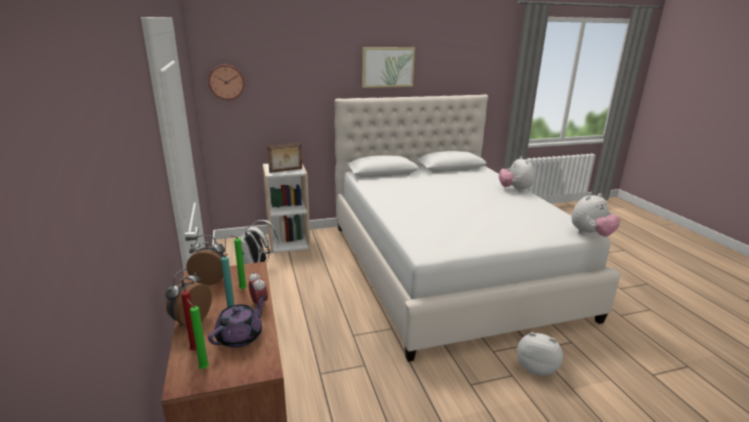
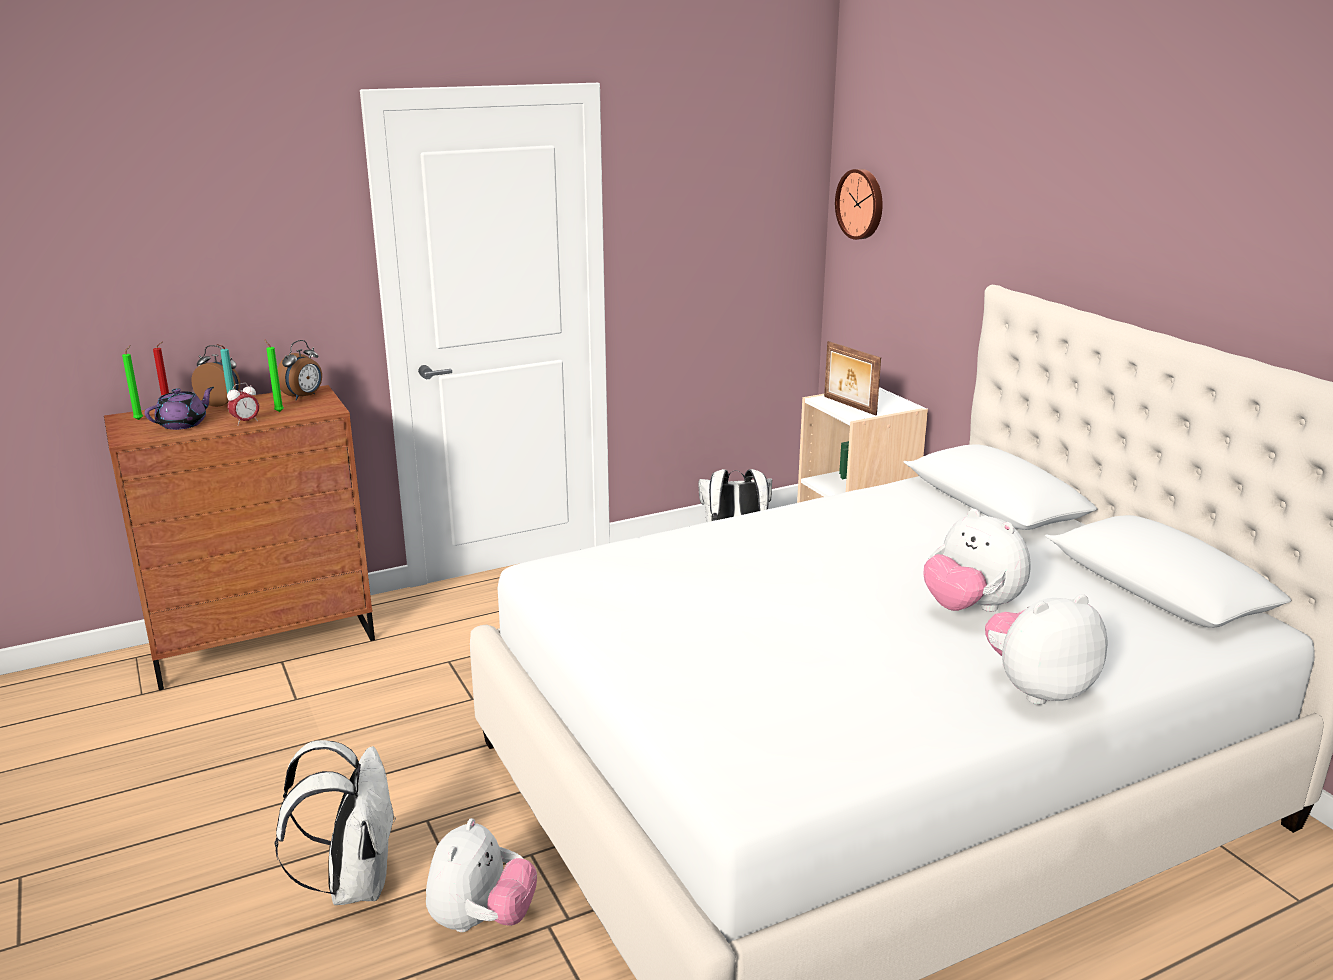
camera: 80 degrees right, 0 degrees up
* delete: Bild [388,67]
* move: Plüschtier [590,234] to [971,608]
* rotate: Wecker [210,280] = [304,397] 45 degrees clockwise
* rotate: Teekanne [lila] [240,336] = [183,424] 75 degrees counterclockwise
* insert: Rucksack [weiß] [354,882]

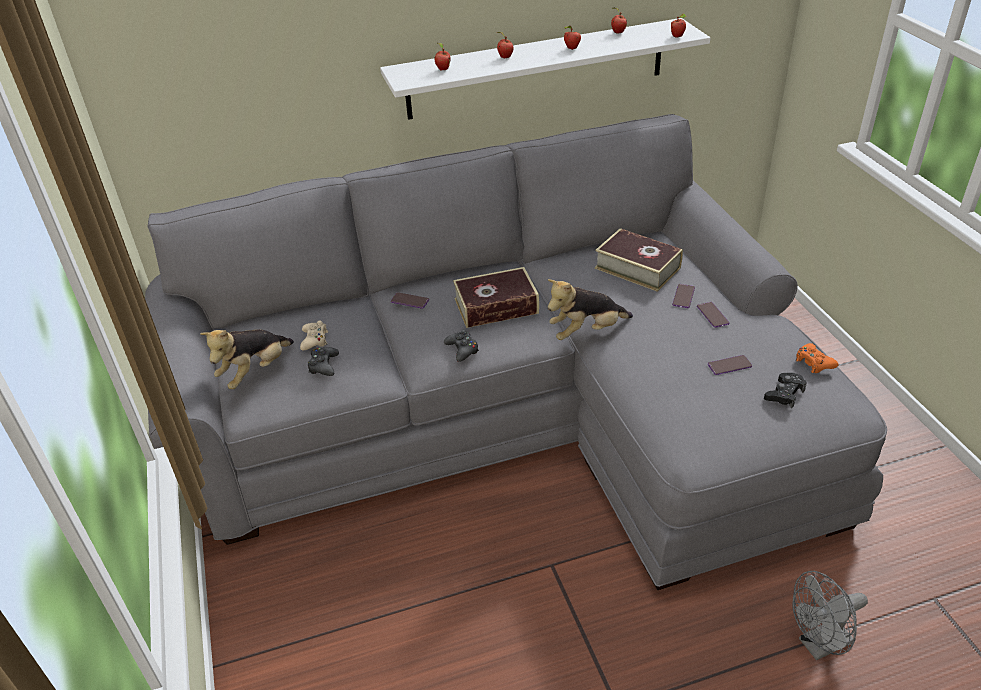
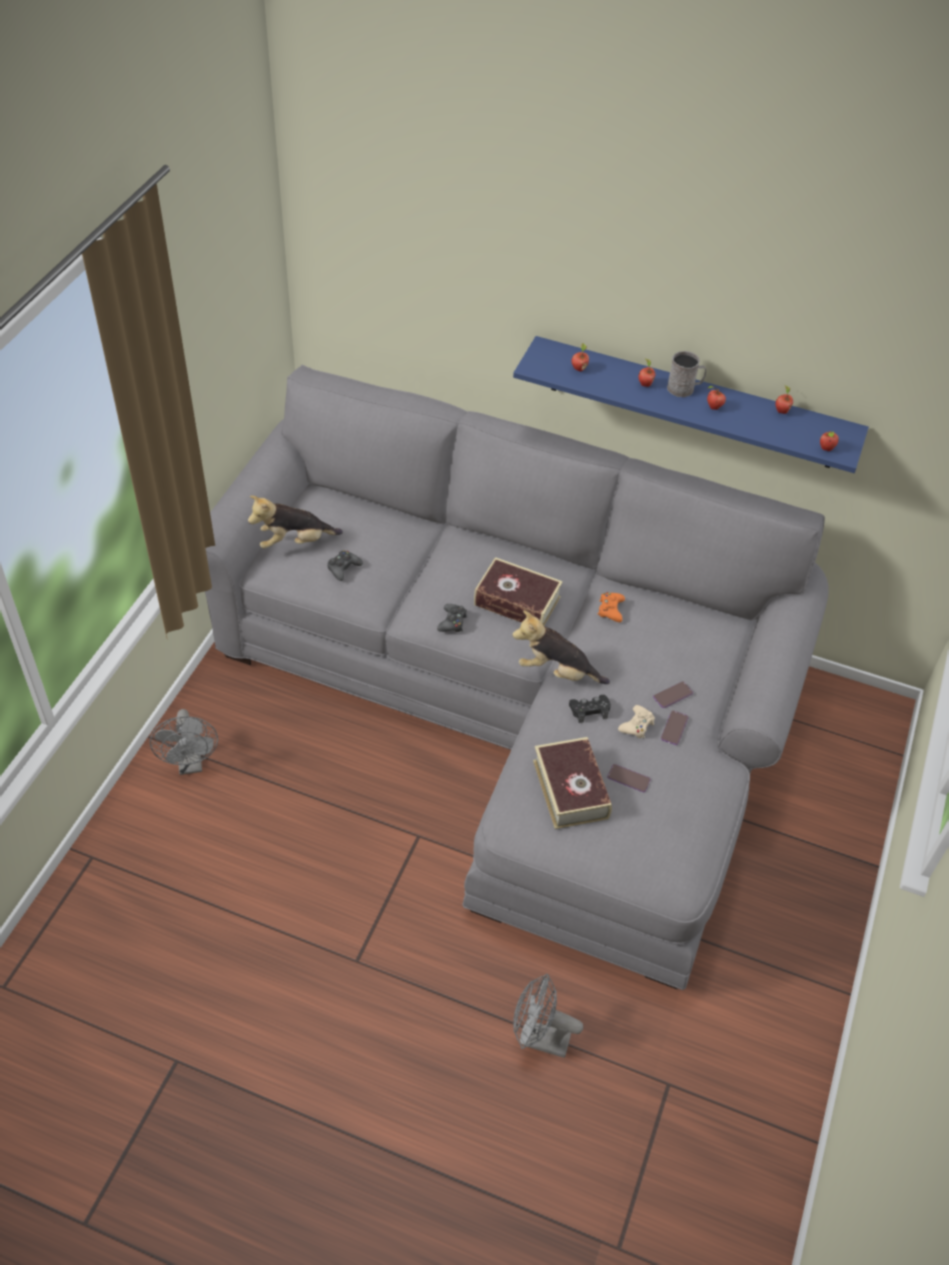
camera: 35 degrees right, 10 degrees up
* recolor: Wandregal [weiß] [536,69] to Wandregal [blau] [692,403]
* move: Buch [637,268] to [570,789]
* delete: Handy [410,301]
* move: Gamepad [beige] [314,340] to [637,725]
* move: Gamepad [orange] [814,362] to [610,610]
* move: Gamepad [schwarz] [784,394] to [589,710]
* insert: Henkelbecher [grau] [684,388]
* insert: Ventilator [grau] [191,764]

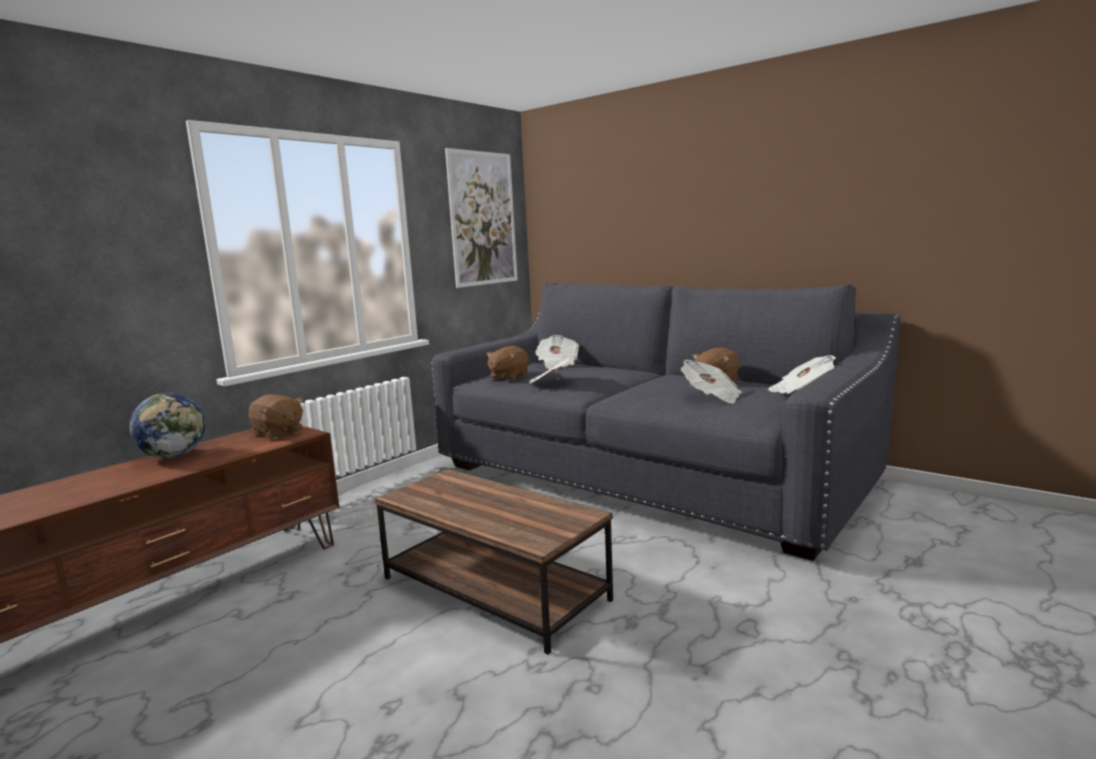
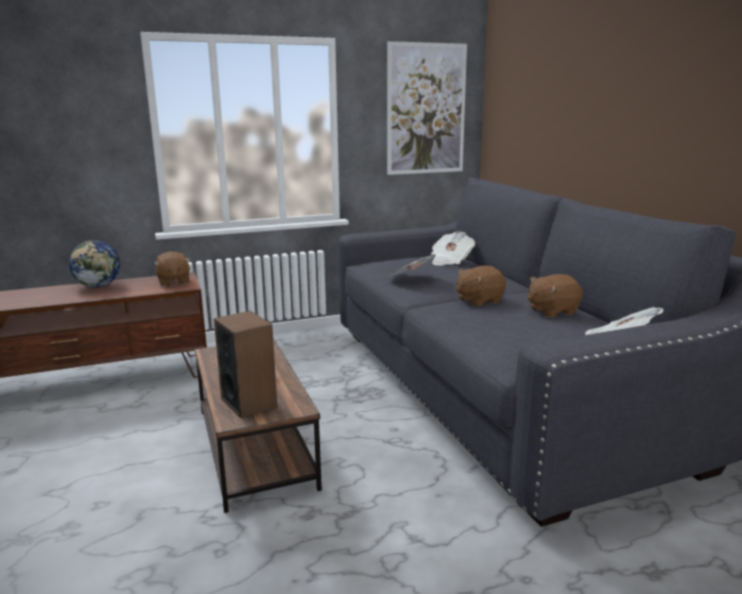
camera: 30 degrees right, 5 degrees up
* move: Plüschtier [braun] [508,377] to [479,301]
* delete: Zeitung [711,397]
* insert: Lautsprecher [249,402]

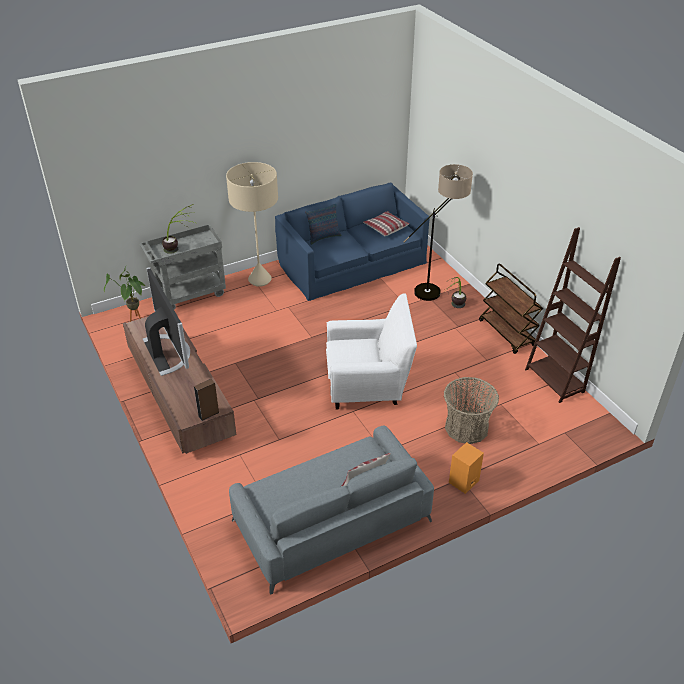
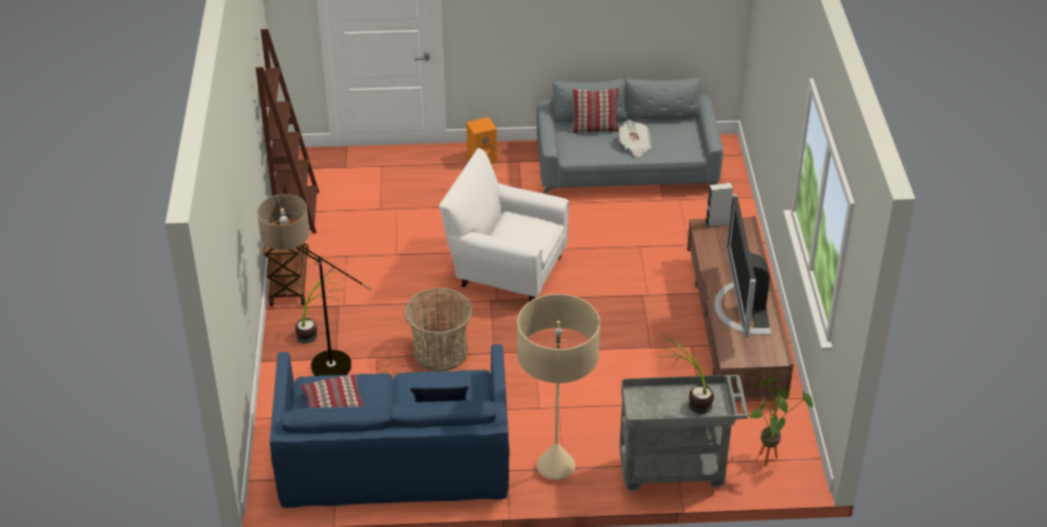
camera: 155 degrees left, 0 degrees up
* move: Korb [466,427] to [440,352]
* recolor: Lautsprecher [braun] [208,414] to Lautsprecher [grau] [717,223]
* insert: Zeitung [635,146]

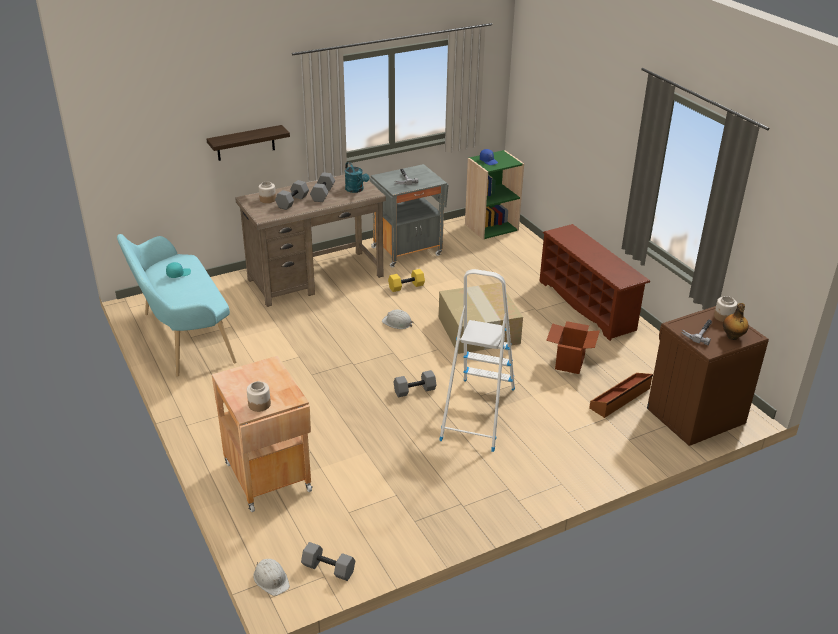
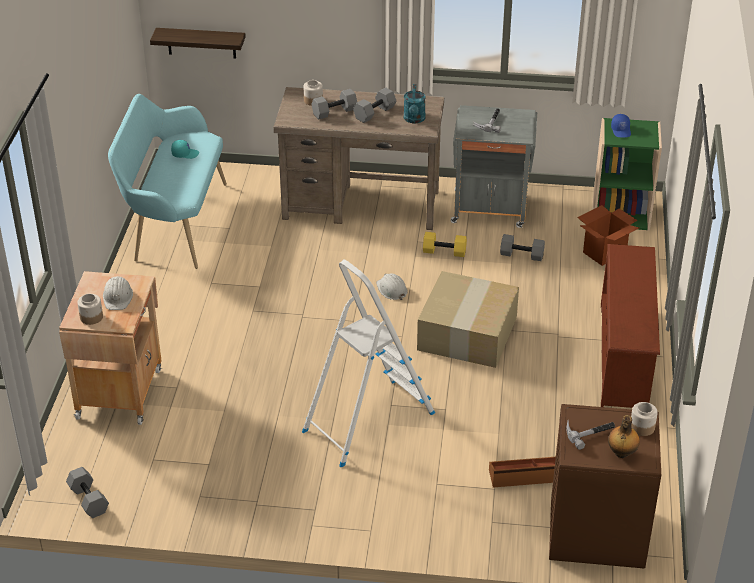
camera: 35 degrees right, 5 degrees up
* move: Wandregal [245,143] to [201,43]
* move: Karton [569,362] to [604,252]
* move: Hantel [grau] [415,390] to [522,254]
* move: Schutzhelm [weiß] [271,579] to [118,297]

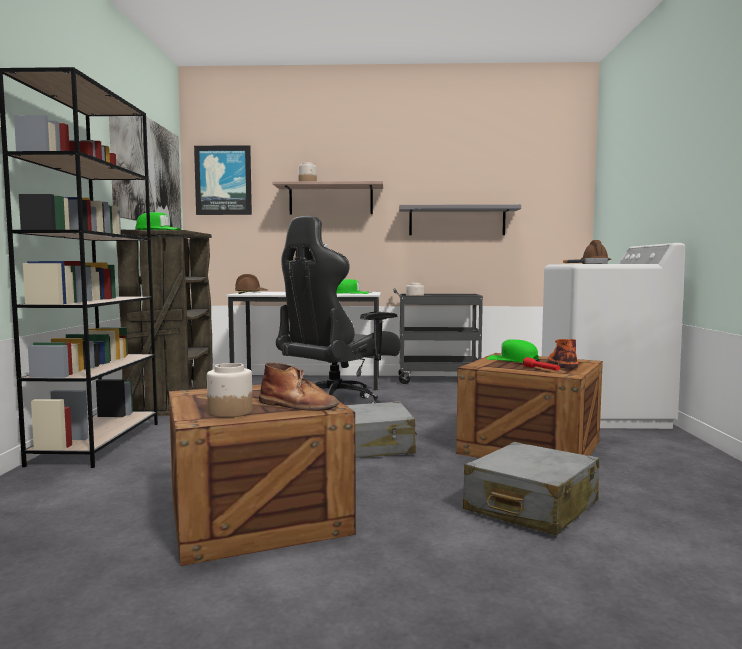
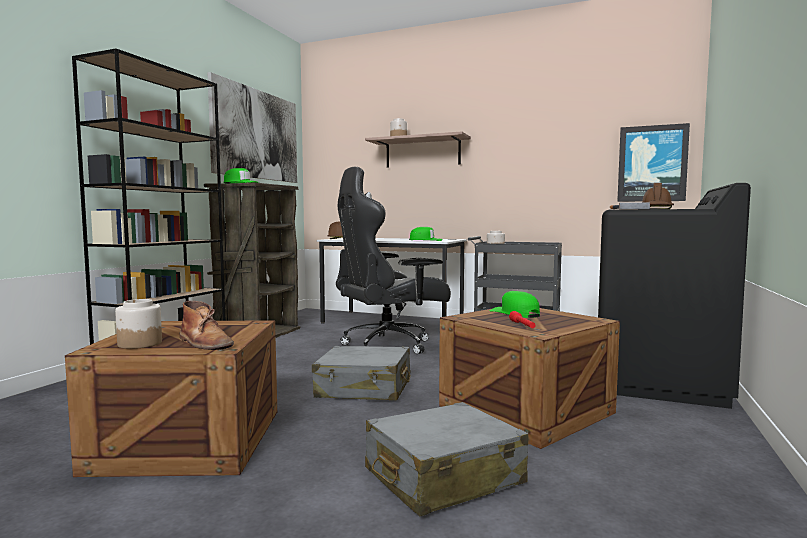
camera: 20 degrees right, 0 degrees up
* move: Bild [223,180] to [652,163]
* delete: Wandregal [grau] [457,221]
* recolor: Waschmaschine [weiß] [603,415] to Waschmaschine [schwarz] [657,383]
* delete: Stiefel [orange] [562,364]

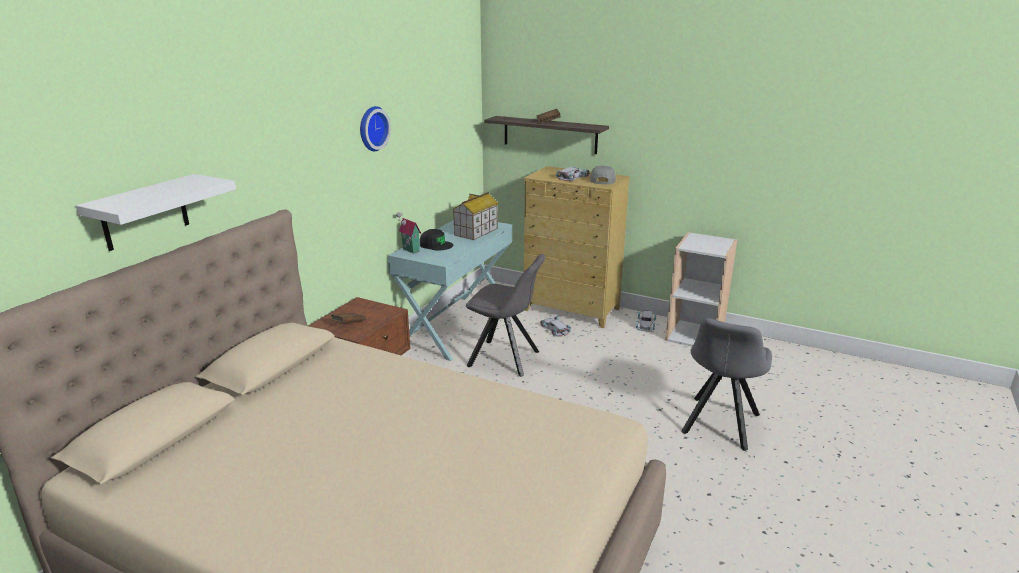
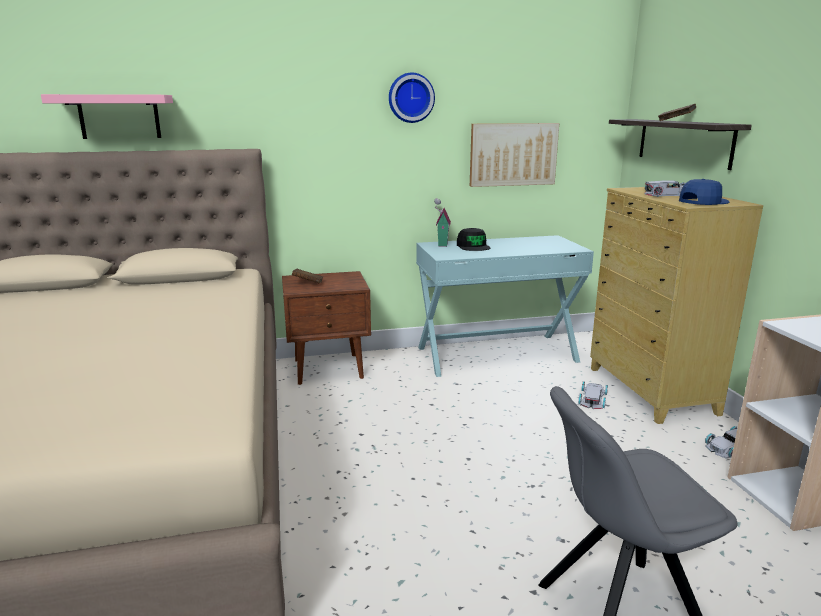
camera: 50 degrees right, 5 degrees down
* recolor: Kappe [grau] [602,180] to Kappe [blau] [703,201]
* recolor: Wandregal [weiß] [145,212] to Wandregal [rosa] [119,117]
* delete: Spielzeughaus [476,232]
* delete: Stuhl [grau] [504,358]
* insert: Bild [513,154]

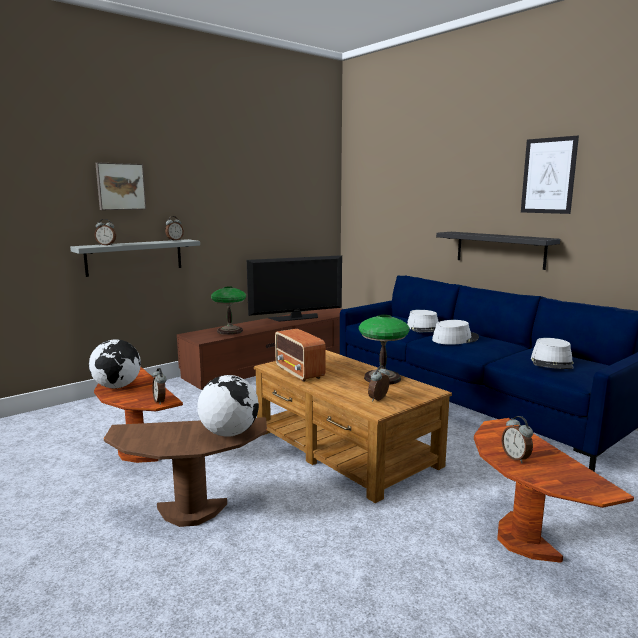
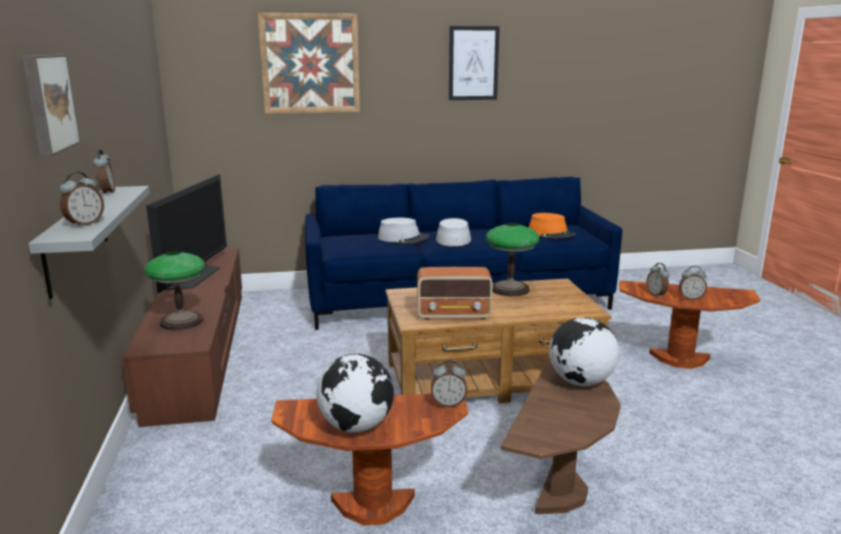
camera: 60 degrees left, 5 degrees up
* delete: Wandregal [schwarz] [500,249]
* recolor: Hut [grau] [552,362] to Hut [orange] [551,233]
* move: Wecker [379,399] to [656,294]
* insert: Bild [310,63]

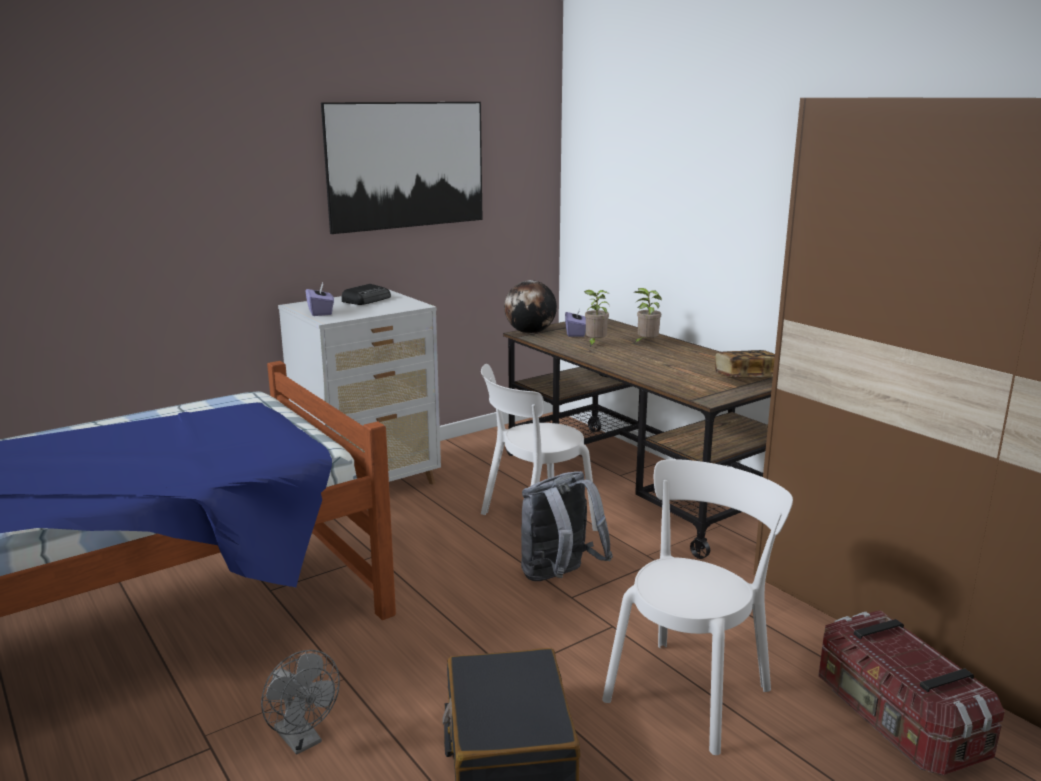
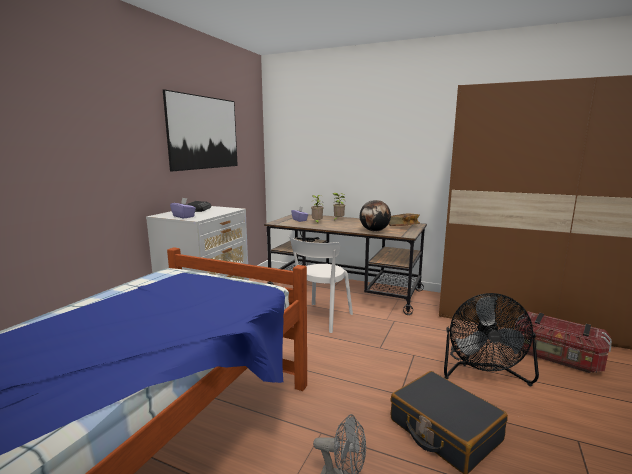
camera: 30 degrees left, 5 degrees down
* move: Globus [530,333] to [374,231]
* replace: Stuhl [weiß] [690,689] to Ventilator [schwarz] [479,372]
* delete: Rucksack [grau] [559,577]

